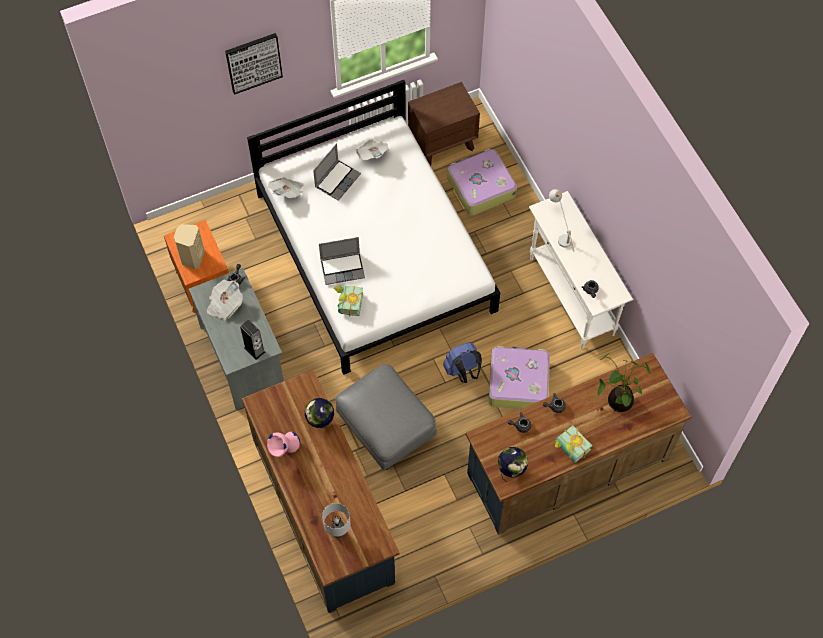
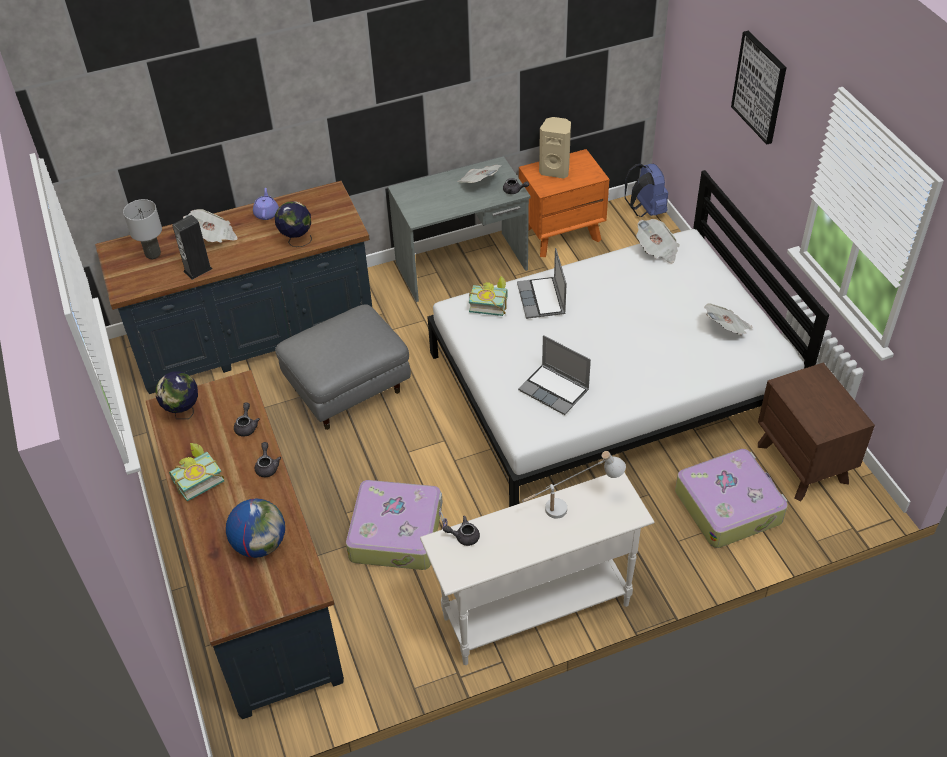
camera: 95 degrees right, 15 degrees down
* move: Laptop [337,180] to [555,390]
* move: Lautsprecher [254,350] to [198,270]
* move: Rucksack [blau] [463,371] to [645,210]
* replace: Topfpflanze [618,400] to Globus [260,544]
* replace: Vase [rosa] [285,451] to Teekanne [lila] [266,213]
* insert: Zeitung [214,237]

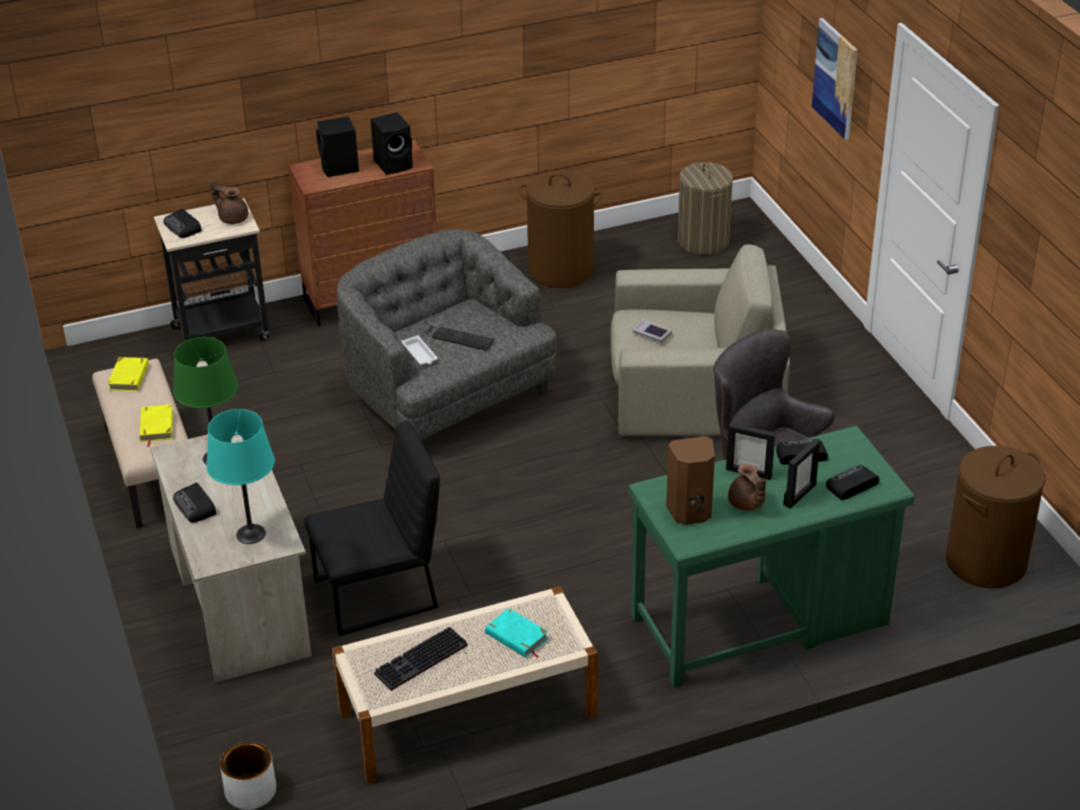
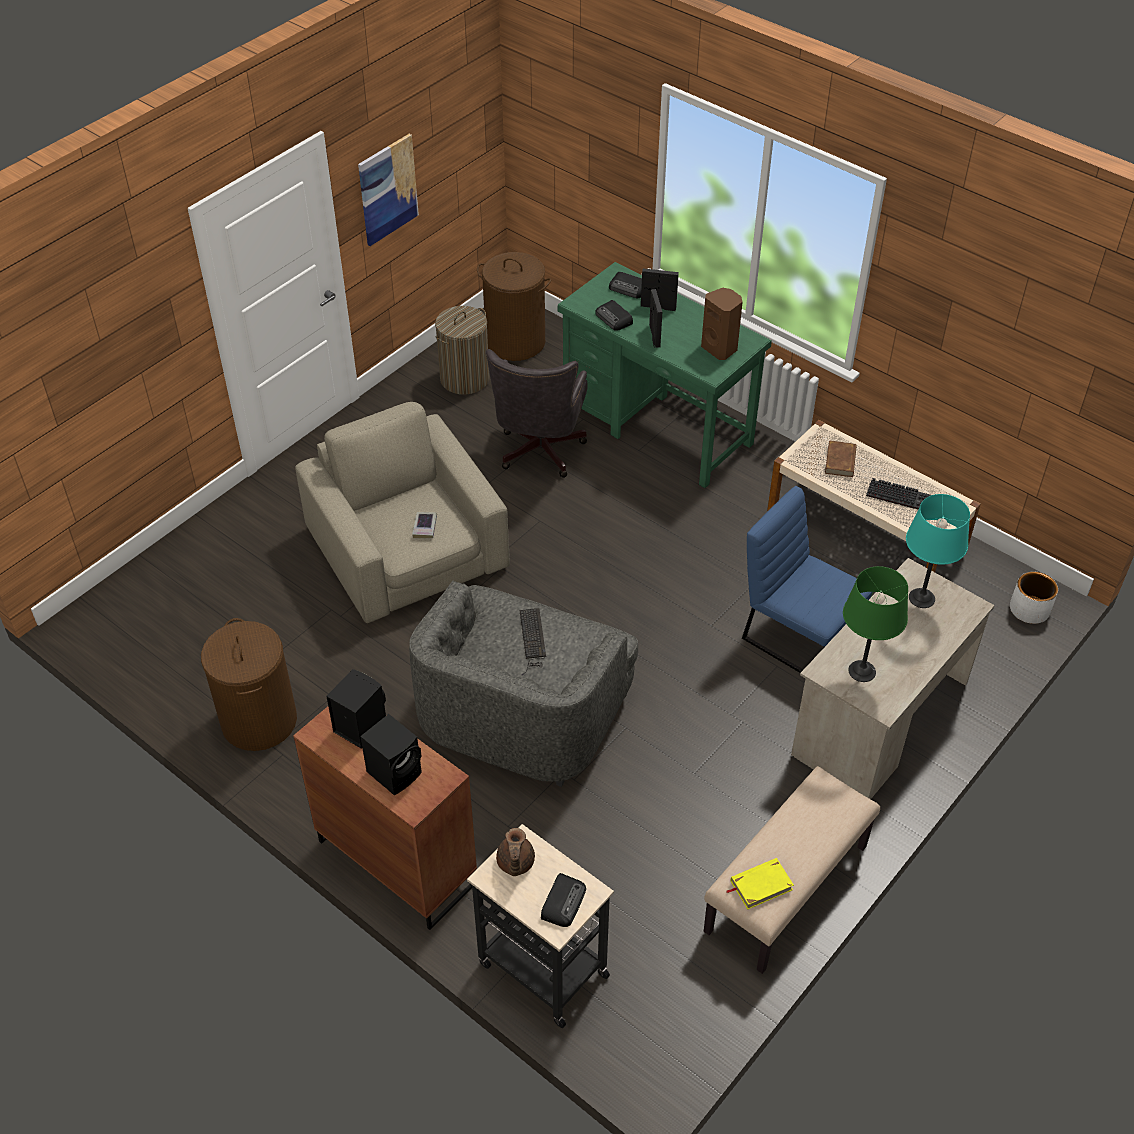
camera: 120 degrees left, 10 degrees up
* move: Bild [835,78] to [388,189]
* move: Wäschekorb [703,241] to [464,378]
* delete: Tablett [weiß] [420,354]
* delete: Buch [gelb] [156,426]
* recolor: Stuhl [schwarz] [380,593] to Stuhl [blau] [798,635]
* delete: Teekanne [braun] [747,504]
* delete: Radio [195,507]
* recolor: Buch [türkis] [516,636] to Buch [braun] [840,461]

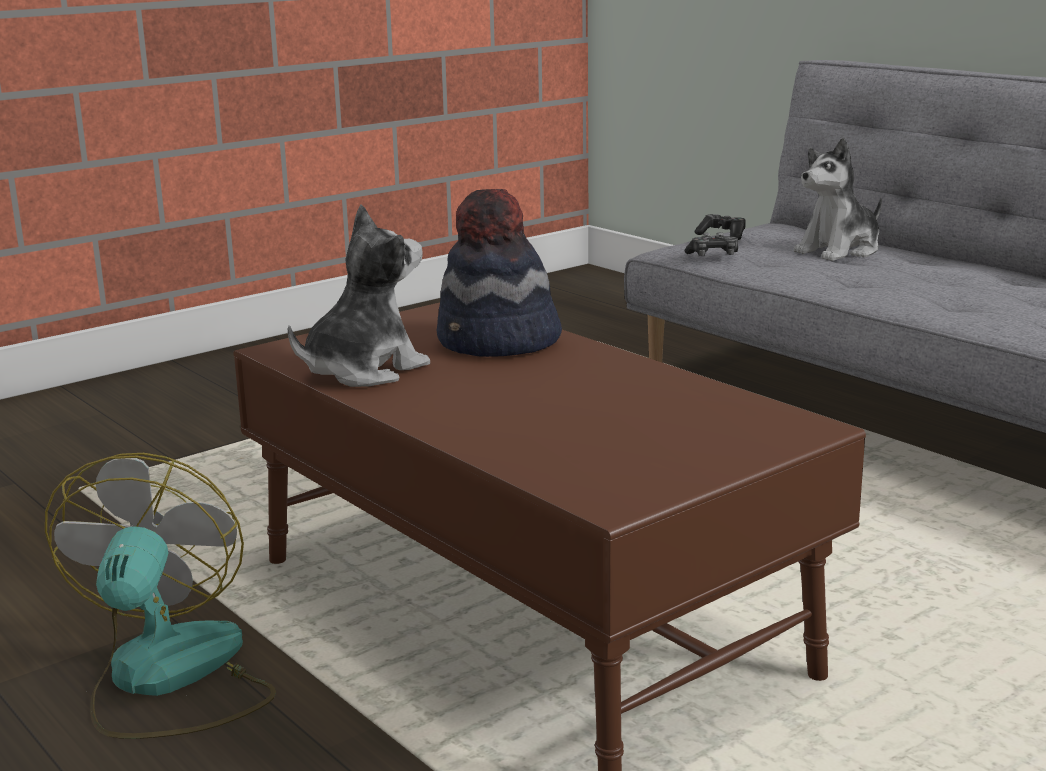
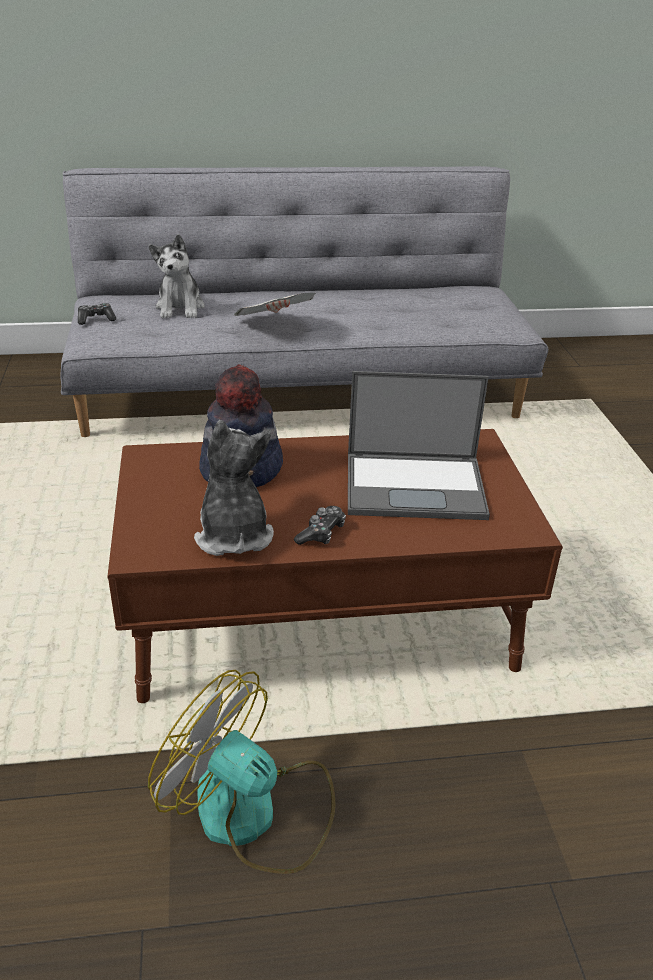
camera: 60 degrees left, 15 degrees up
* move: Gamepad [713,255] to [321,533]
* insert: Zeitung [274,326]
* insert: Laptop [416,486]

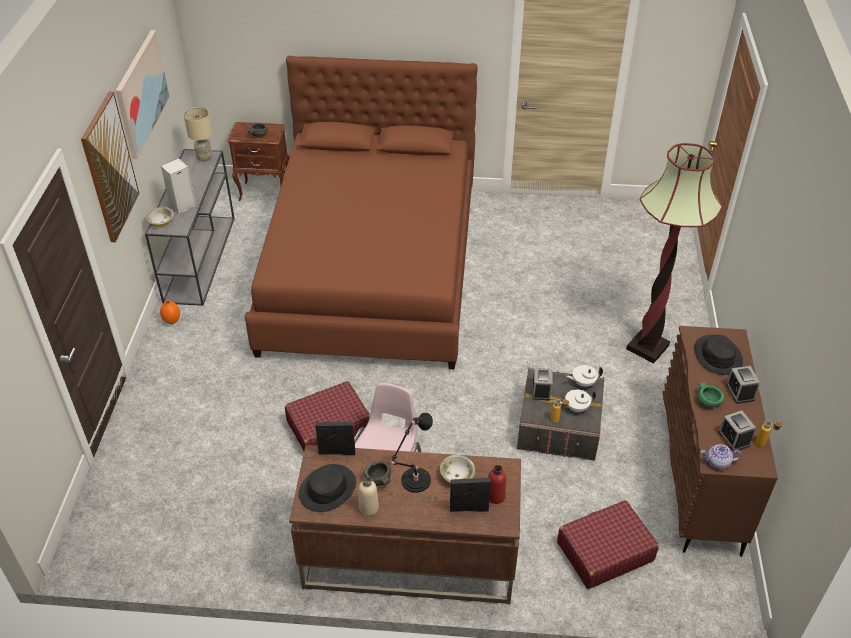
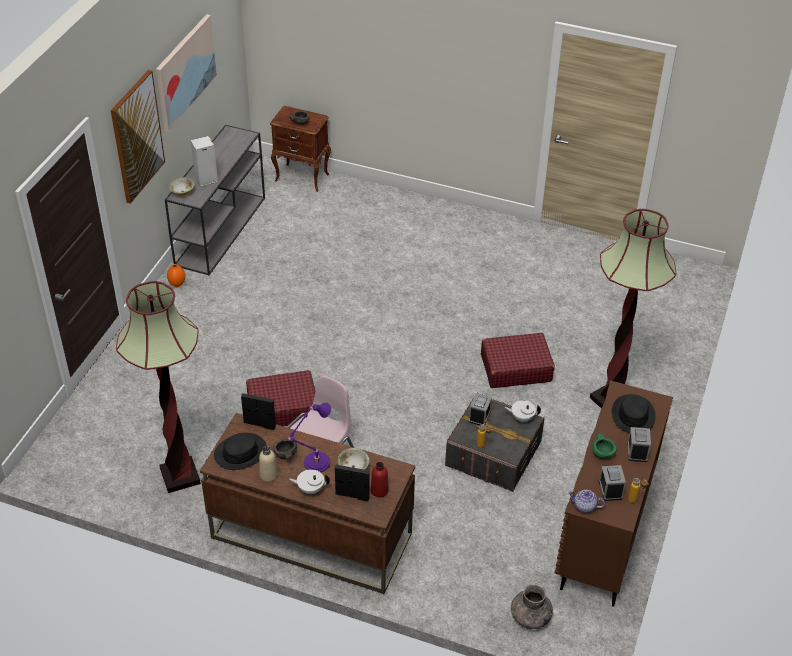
camera: 15 degrees right, 0 degrees up
* delete: Bett [braun] [372,267]
* delete: Tischlampe [beige] [204,158]
* move: Teekanne [weiß] [576,407] to [310,489]
* recolor: Tischlampe [schwarz] [414,481] to Tischlampe [lila] [314,463]
* move: Koffer [rot] [604,551] to [515,368]
* insert: Stehlampe [180,476]
* insert: Vase [grau] [530,617]

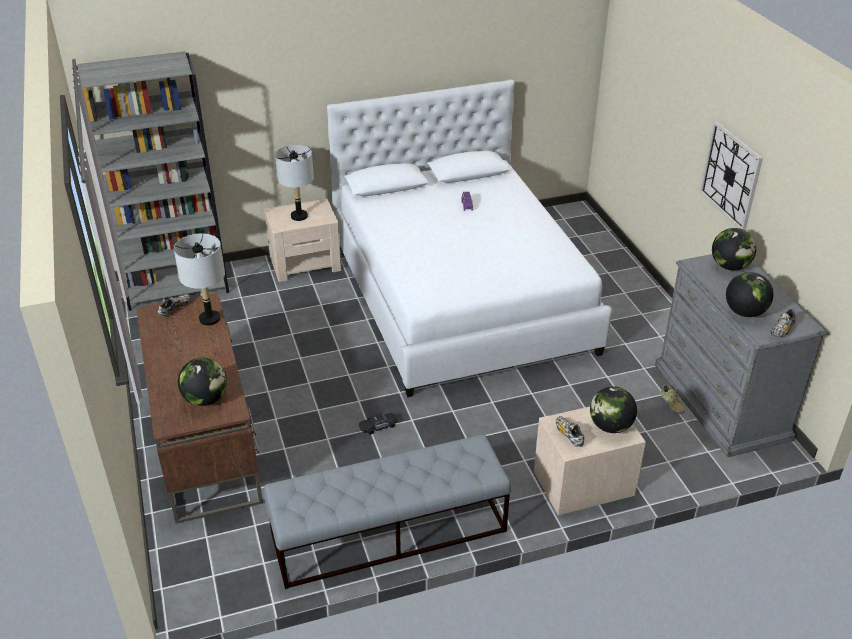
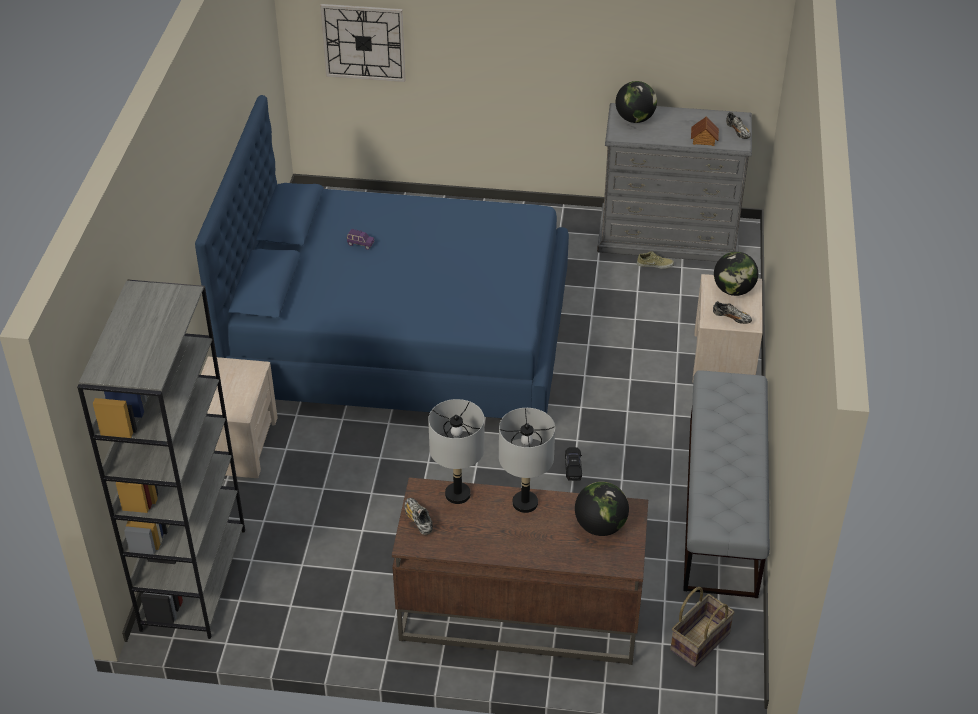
camera: 65 degrees left, 5 degrees up
* recolor: Bett [weiß] [460,296] to Bett [blau] [400,338]
* move: Wanduhr [731,175] to [363,42]
* move: Tischlampe [grau] [299,216] to [525,503]
* replace: Globus [744,312] to Spielzeughaus [703,139]
* rotate: Schuh [568,435] = [731,318] 150 degrees counterclockwise
* insert: Korb [699,640]

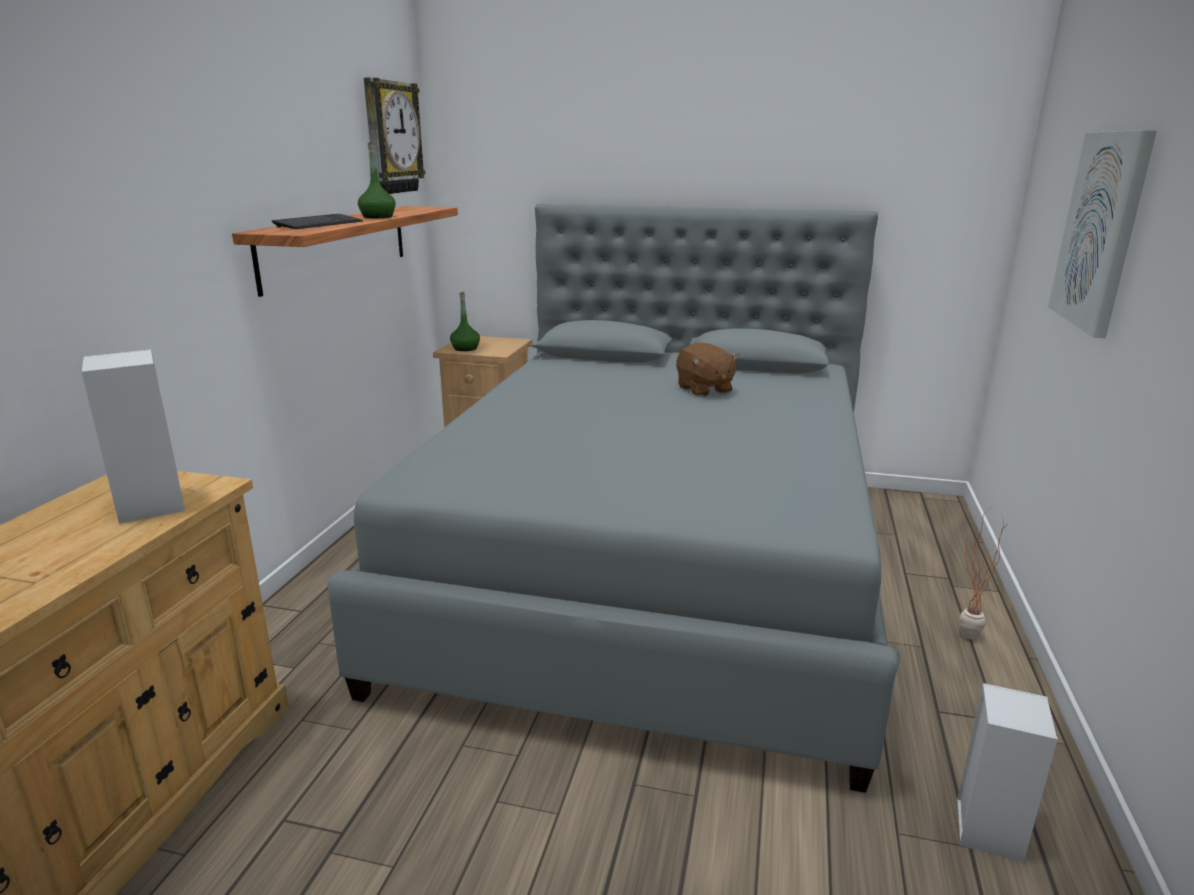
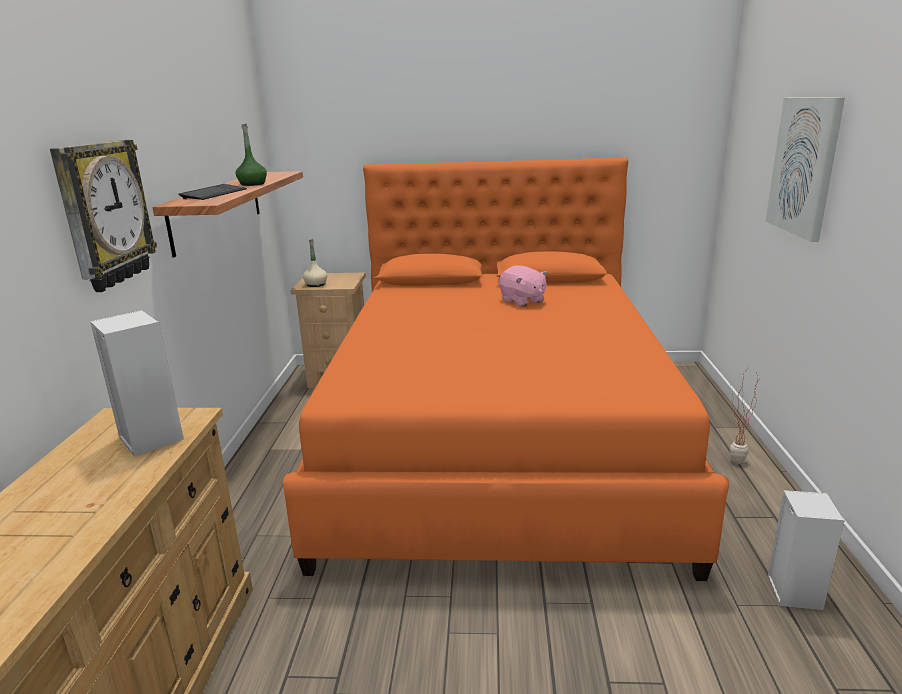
camera: 10 degrees left, 0 degrees up
* move: Wanduhr [391,138] to [104,214]
* recolor: Bett [grau] [652,567] to Bett [orange] [497,441]
* recolor: Flasche [grün] [465,348] to Flasche [beige] [316,284]
* recolor: Plüschtier [braun] [704,389] to Plüschtier [rosa] [522,301]

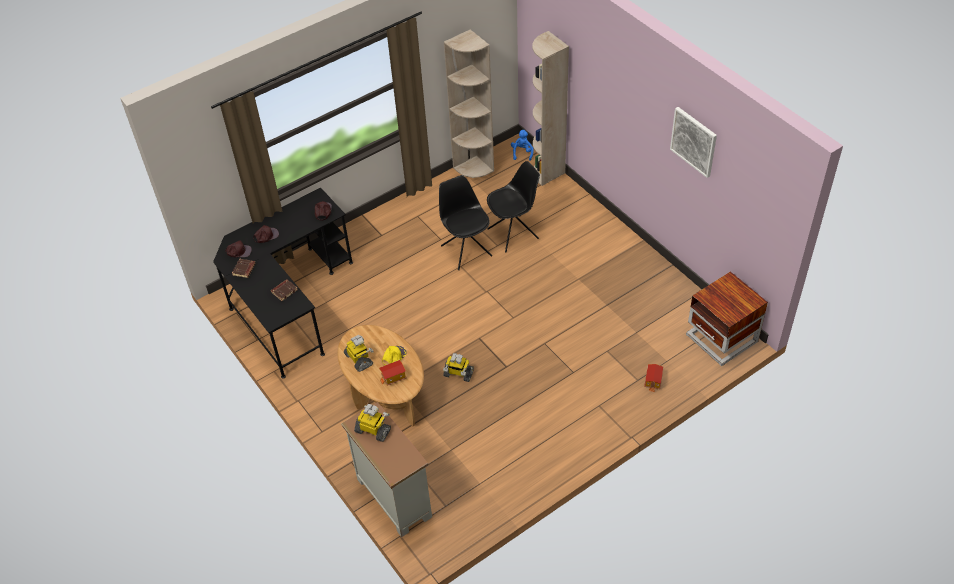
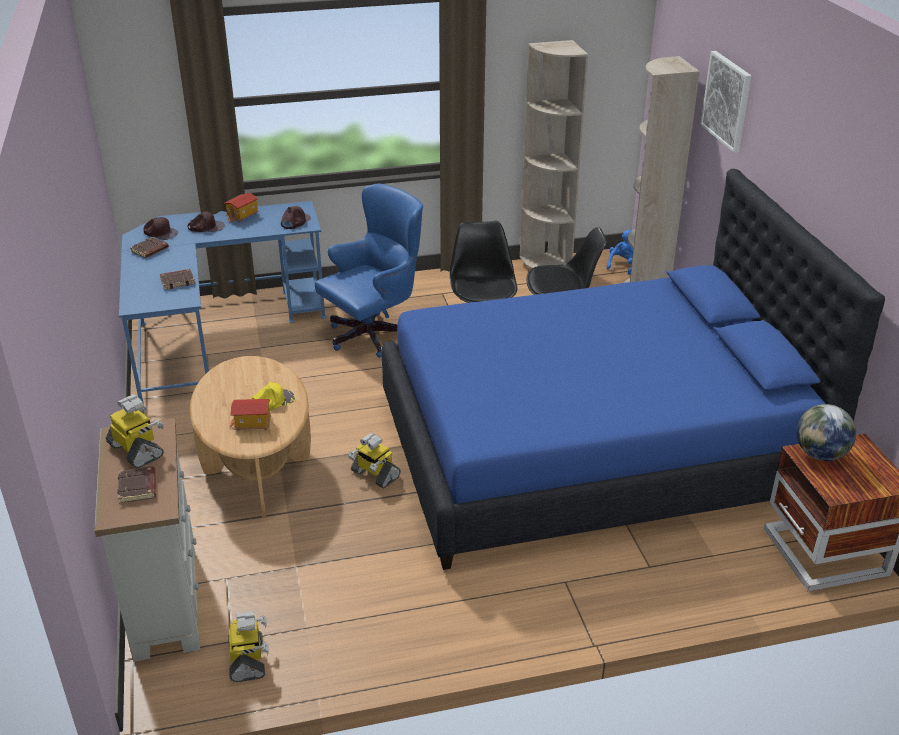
camera: 20 degrees right, 15 degrees down
* move: Bild [694,141] to [727,101]
* recolor: Schreibtisch [schwarz] [287,302] to Schreibtisch [blau] [214,334]
* move: Spielzeugroboter [359,359] to [248,660]
* move: Spielzeughaus [653,381] to [242,216]
* insert: Bett [blau] [595,448]
* insert: Bürostuhl [blau] [374,334]
* insert: Globus [820,455]
* insert: Buch [braun] [138,488]

